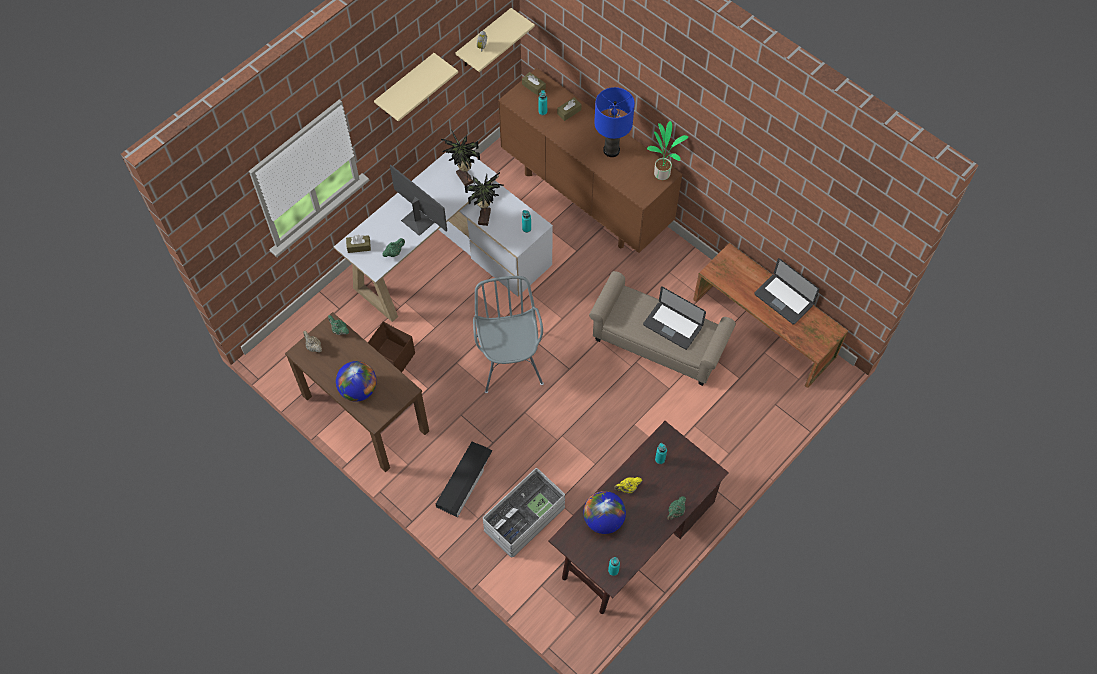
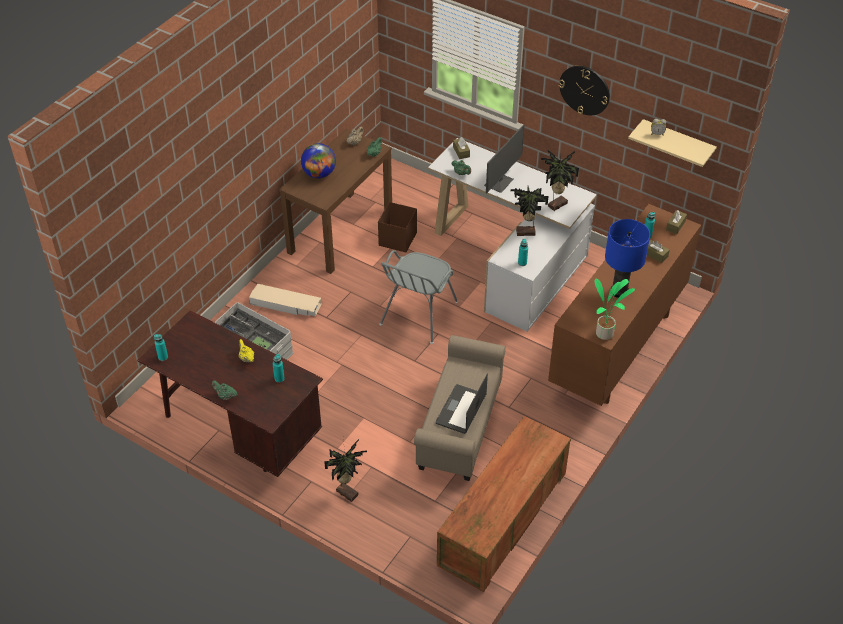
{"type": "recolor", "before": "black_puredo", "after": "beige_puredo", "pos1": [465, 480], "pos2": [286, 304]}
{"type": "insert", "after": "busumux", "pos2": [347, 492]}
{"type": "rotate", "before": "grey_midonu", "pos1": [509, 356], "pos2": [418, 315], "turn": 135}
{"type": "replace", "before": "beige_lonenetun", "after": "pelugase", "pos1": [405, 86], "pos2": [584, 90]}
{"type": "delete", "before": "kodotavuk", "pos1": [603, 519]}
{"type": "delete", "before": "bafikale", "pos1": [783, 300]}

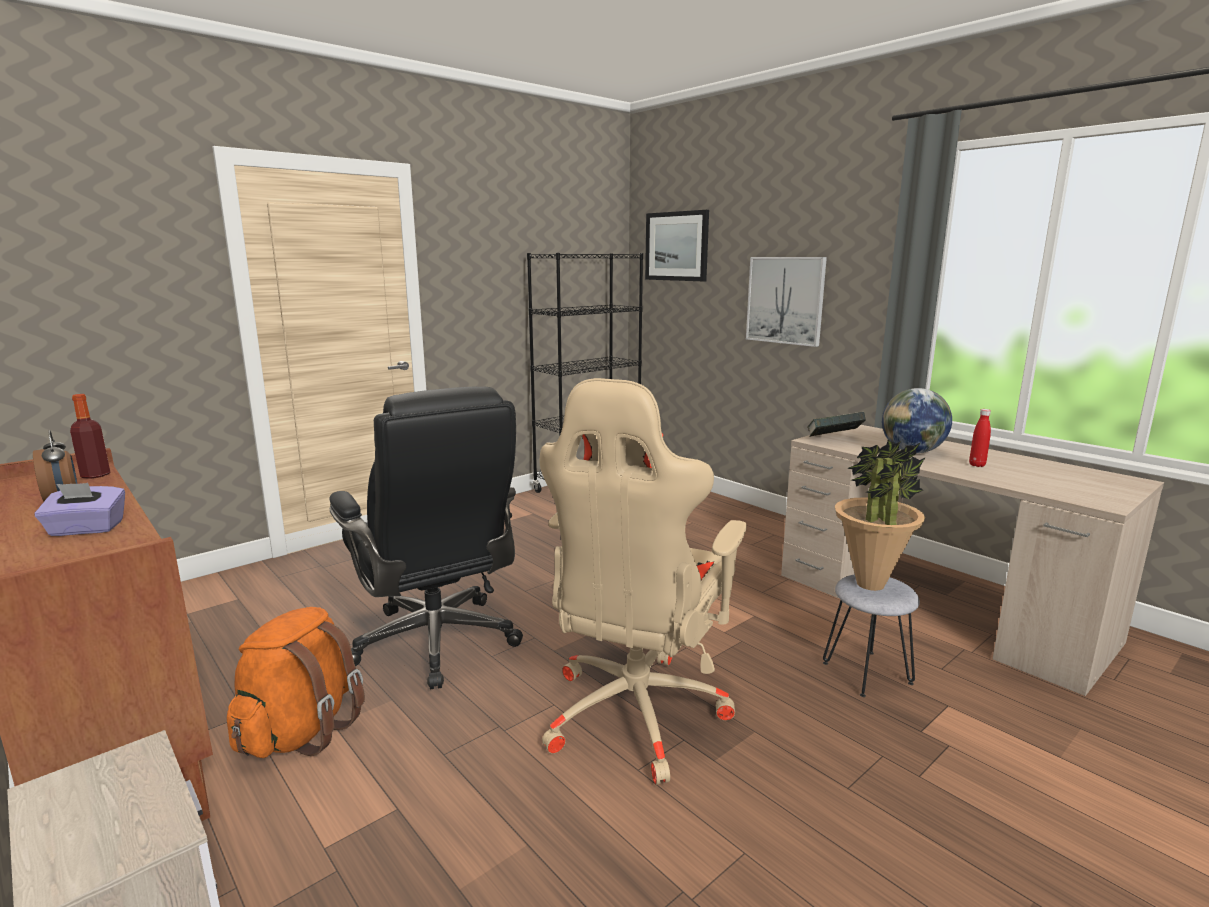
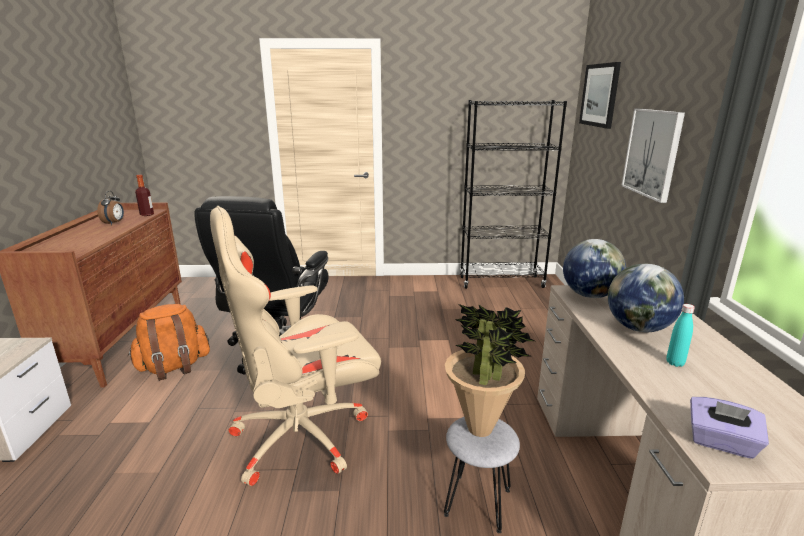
{"type": "replace", "before": "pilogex", "after": "kodotavuk", "pos1": [834, 440], "pos2": [589, 295]}
{"type": "recolor", "before": "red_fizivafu", "after": "turquoise_fizivafu", "pos1": [977, 465], "pos2": [675, 363]}
{"type": "move", "before": "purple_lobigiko", "pos1": [86, 529], "pos2": [721, 443]}

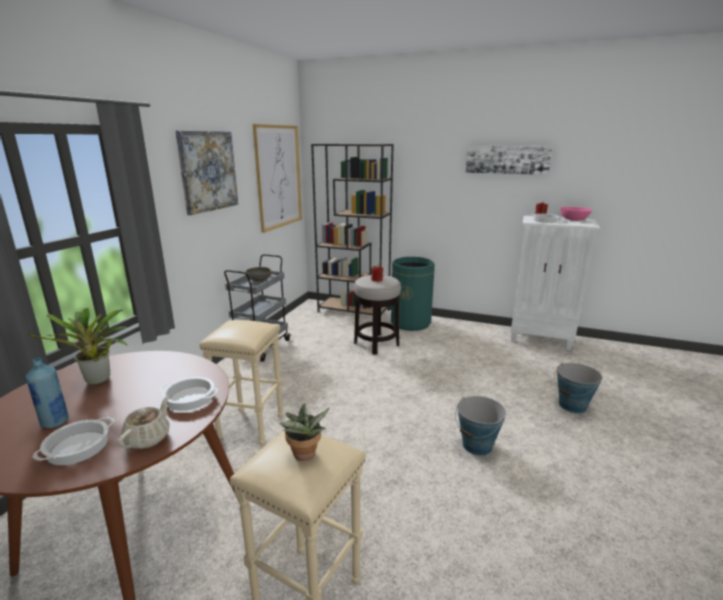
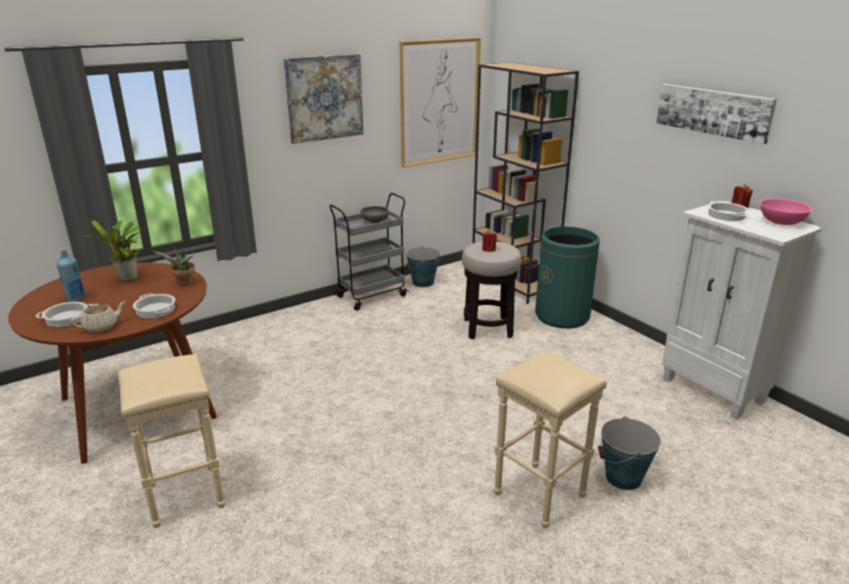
{"type": "move", "before": "busumux", "pos1": [304, 456], "pos2": [184, 284]}
{"type": "move", "before": "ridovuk", "pos1": [477, 446], "pos2": [423, 283]}
{"type": "move", "before": "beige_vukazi", "pos1": [252, 426], "pos2": [542, 494]}

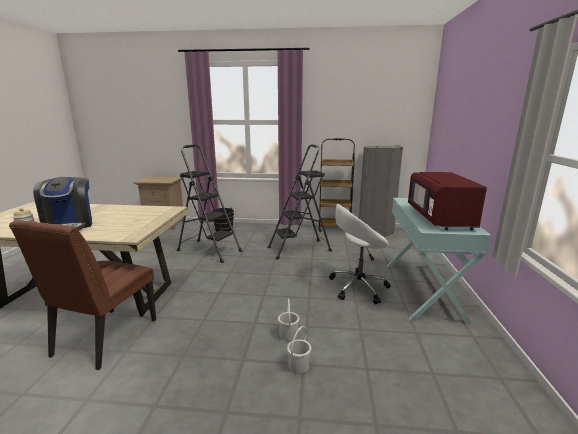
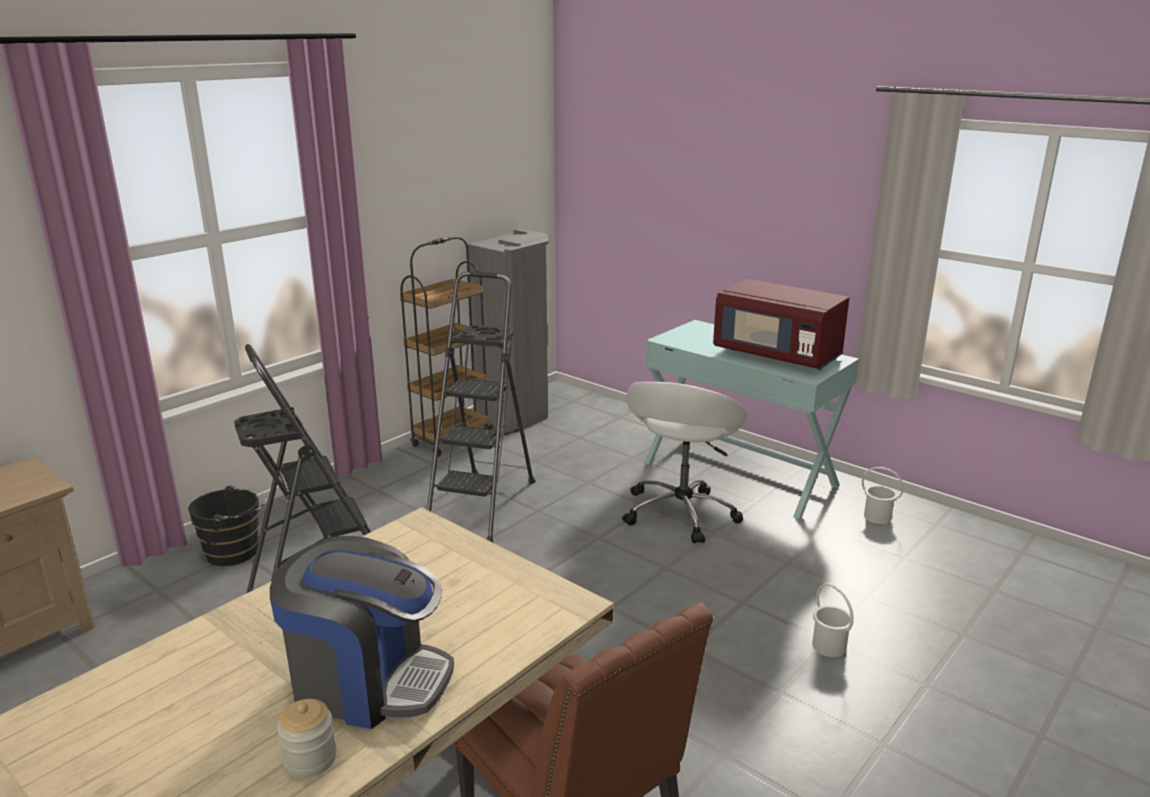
{"type": "move", "before": "white_ridovuk", "pos1": [289, 334], "pos2": [877, 517]}

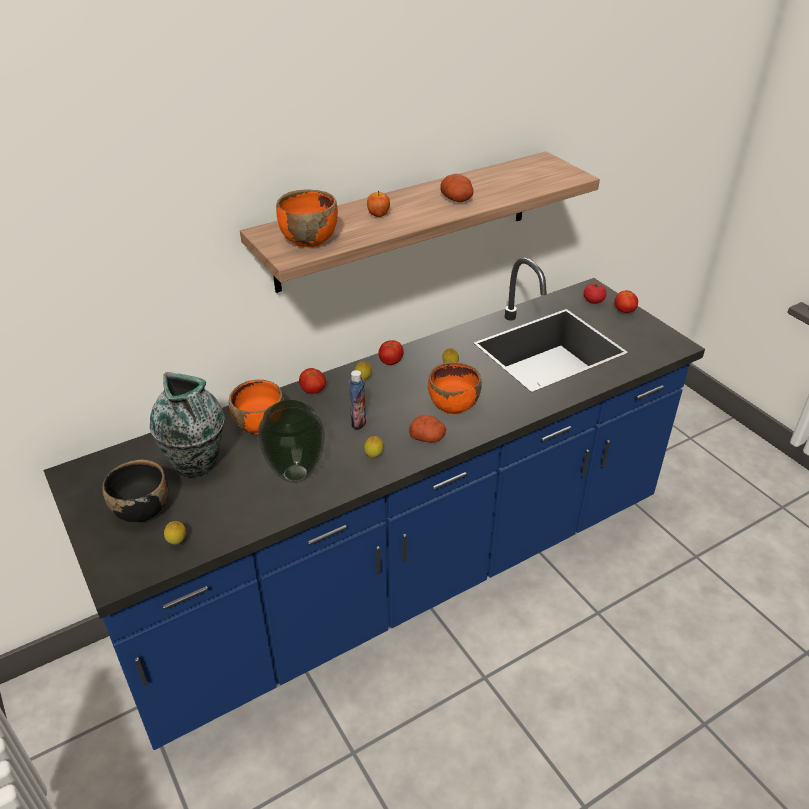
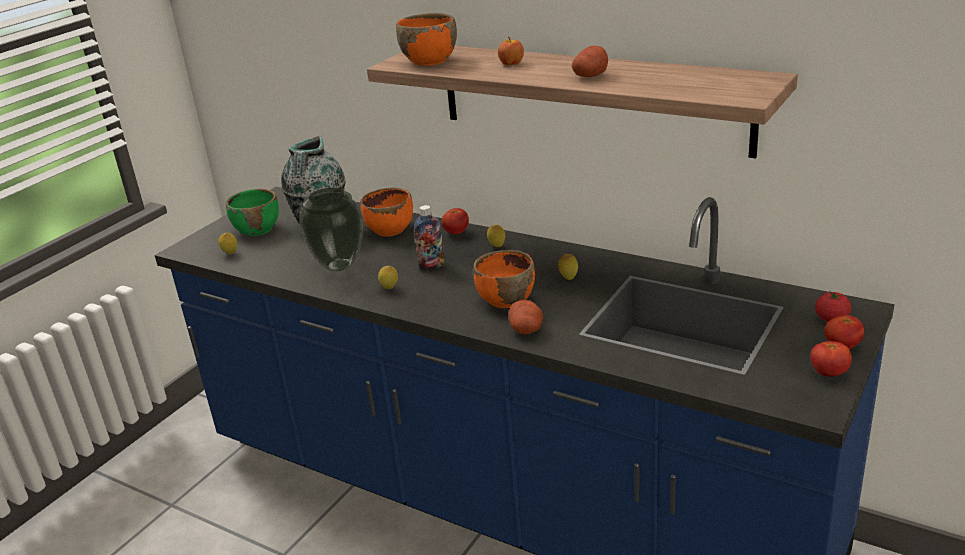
{"type": "recolor", "before": "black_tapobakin", "after": "green_tapobakin", "pos1": [142, 509], "pos2": [257, 229]}
{"type": "move", "before": "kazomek", "pos1": [428, 437], "pos2": [526, 329]}
{"type": "move", "before": "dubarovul", "pos1": [391, 362], "pos2": [829, 373]}

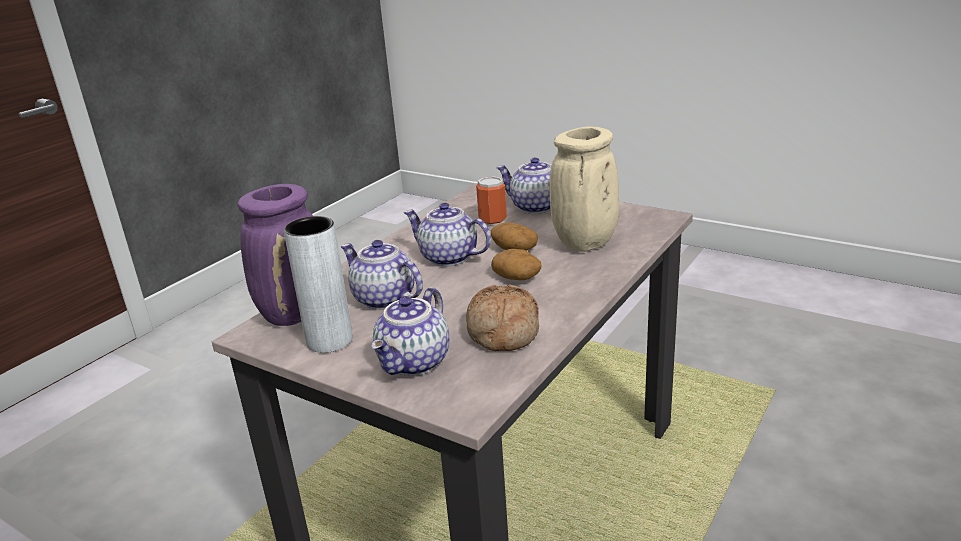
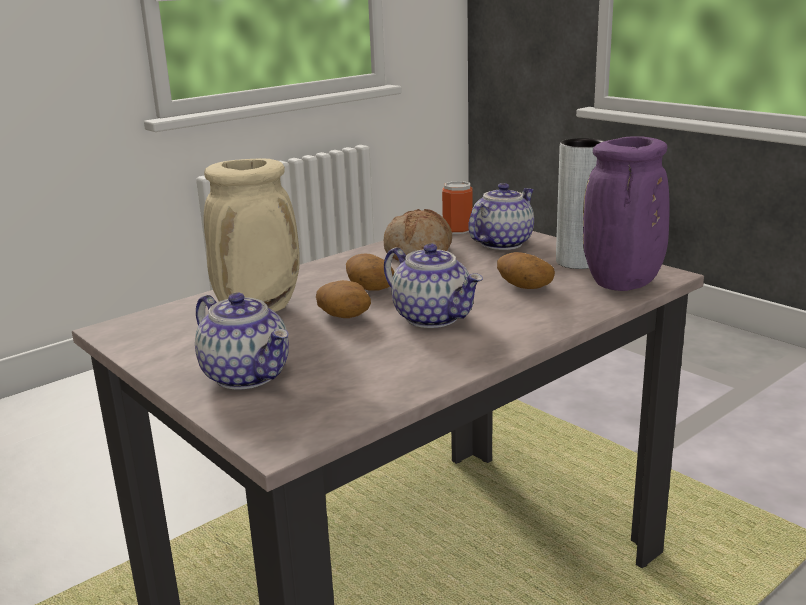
{"type": "move", "before": "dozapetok", "pos1": [492, 220], "pos2": [457, 230]}
{"type": "replace", "before": "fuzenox", "after": "kazomek", "pos1": [383, 299], "pos2": [524, 286]}

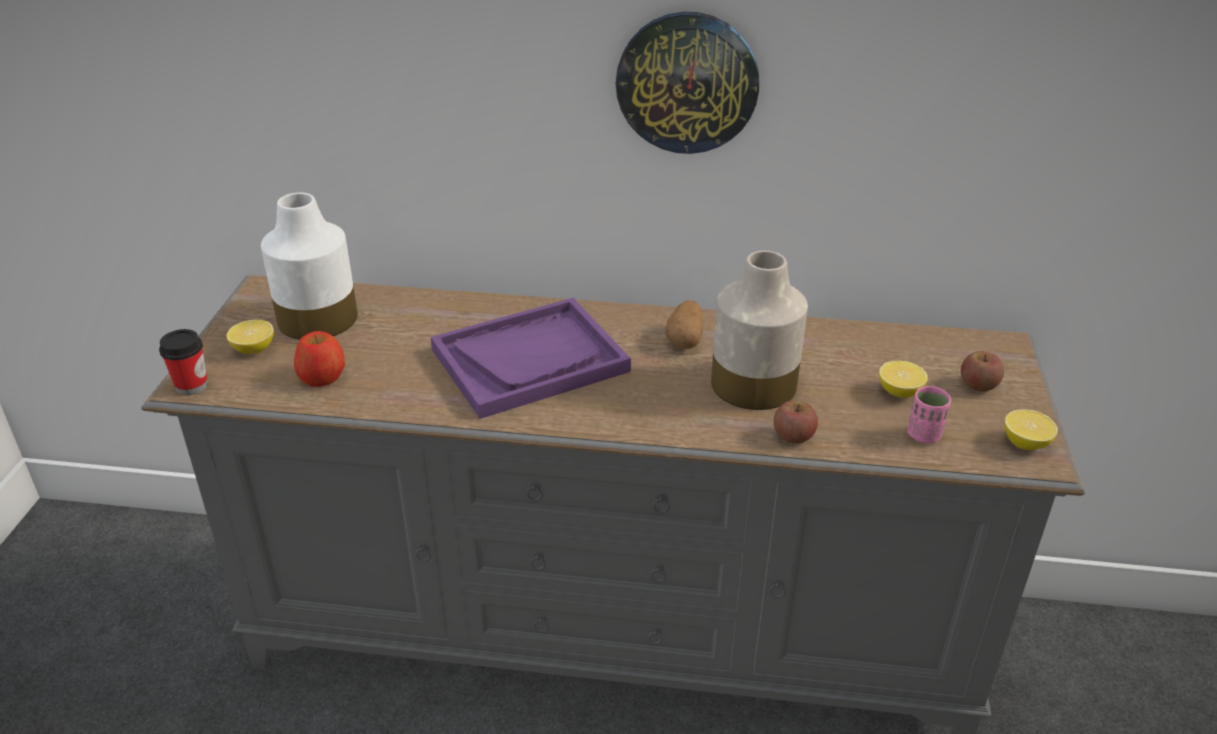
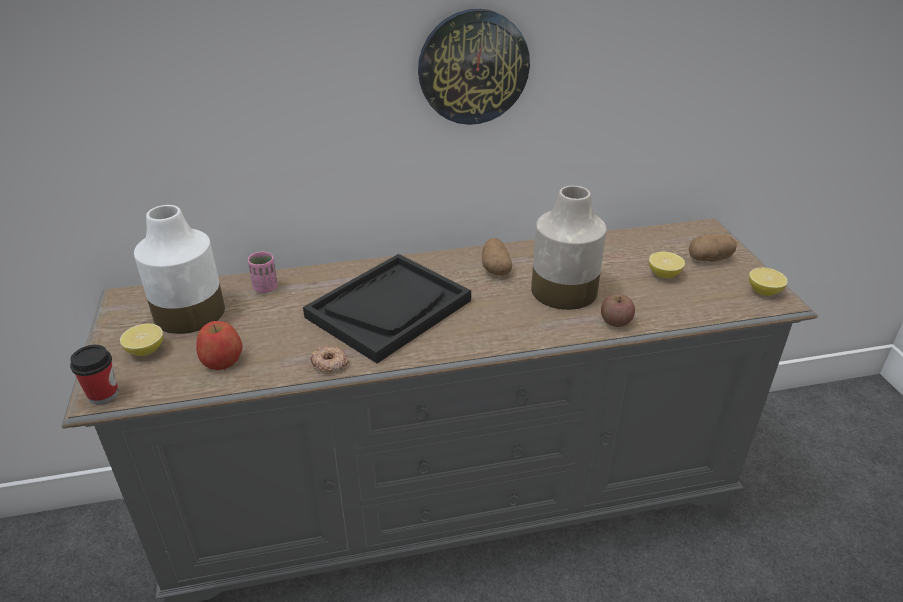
{"type": "move", "before": "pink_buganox", "pos1": [924, 435], "pos2": [265, 287]}
{"type": "recolor", "before": "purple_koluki", "after": "black_koluki", "pos1": [530, 360], "pos2": [389, 308]}
{"type": "insert", "after": "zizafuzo", "pos2": [329, 364]}
{"type": "replace", "before": "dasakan", "after": "kazomek", "pos1": [978, 385], "pos2": [709, 259]}

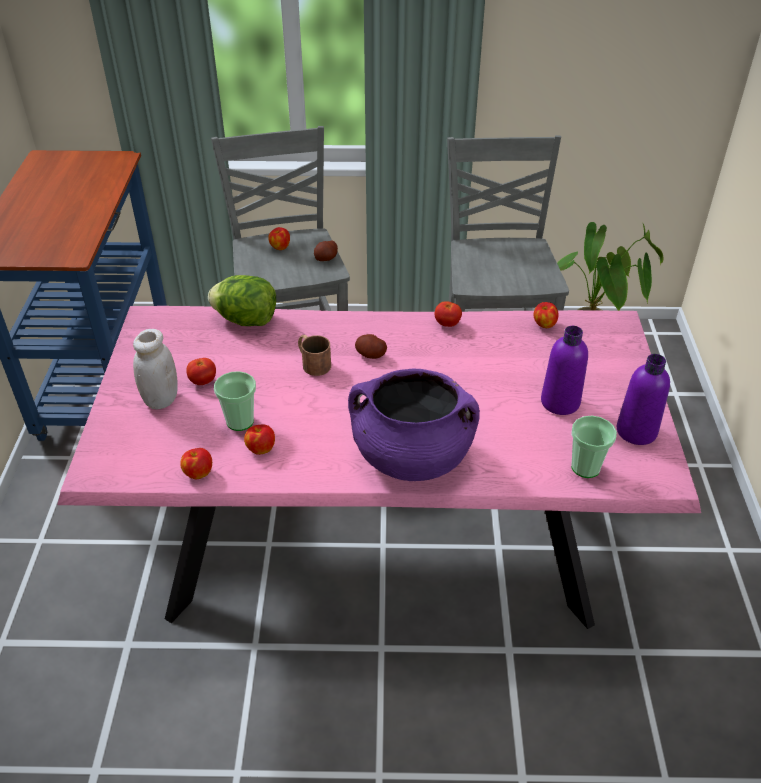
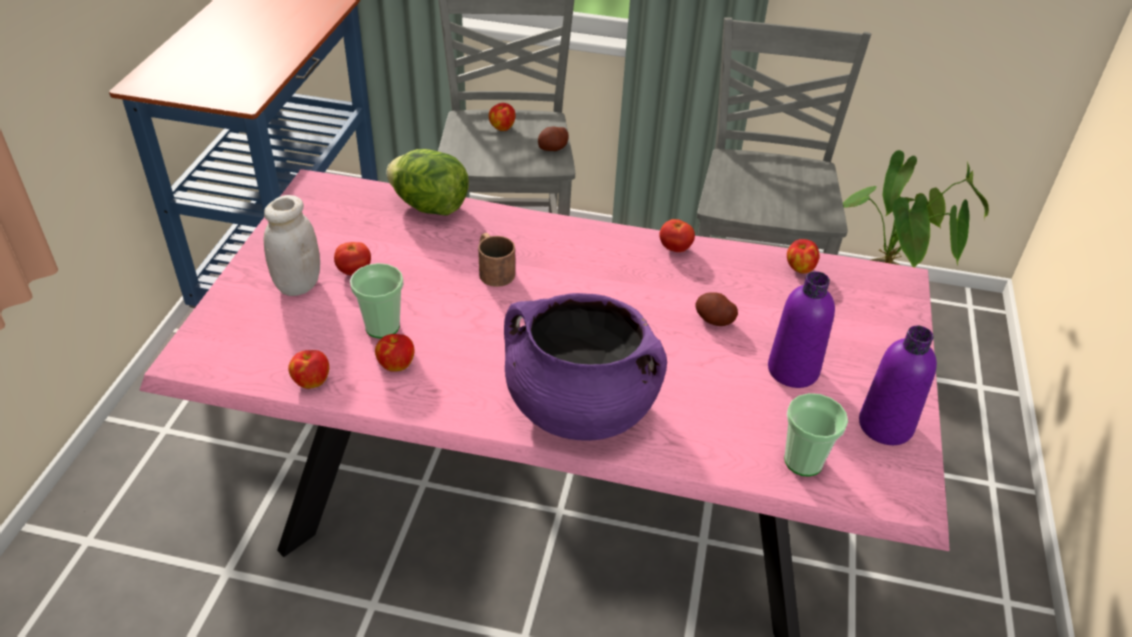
{"type": "move", "before": "kazomek", "pos1": [370, 354], "pos2": [714, 319]}

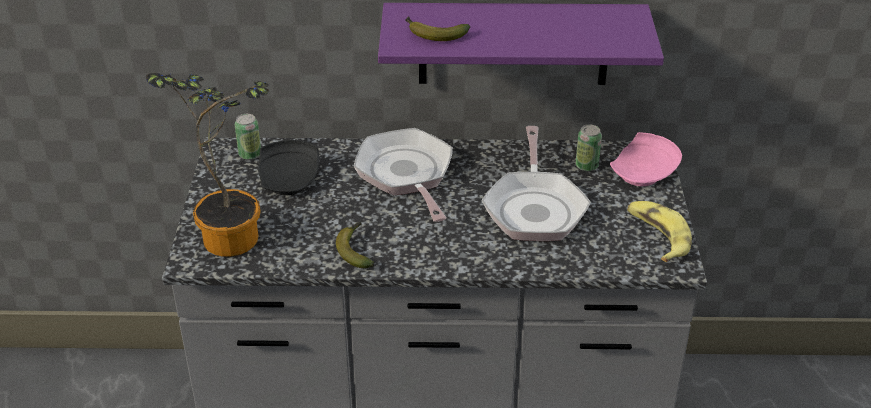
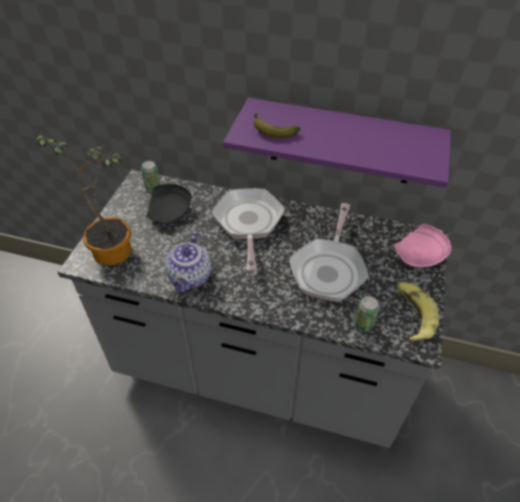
{"type": "replace", "before": "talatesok", "after": "fuzenox", "pos1": [355, 250], "pos2": [190, 278]}
{"type": "move", "before": "dozapetok", "pos1": [586, 166], "pos2": [363, 324]}

